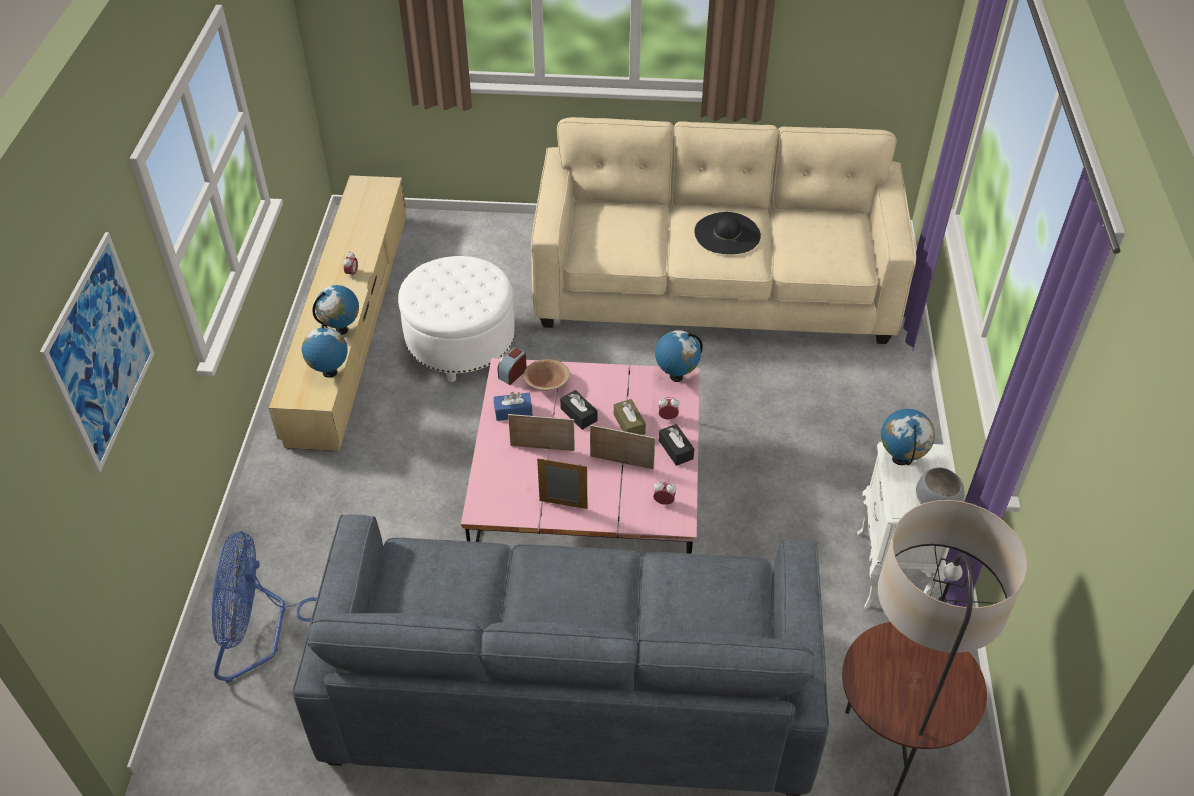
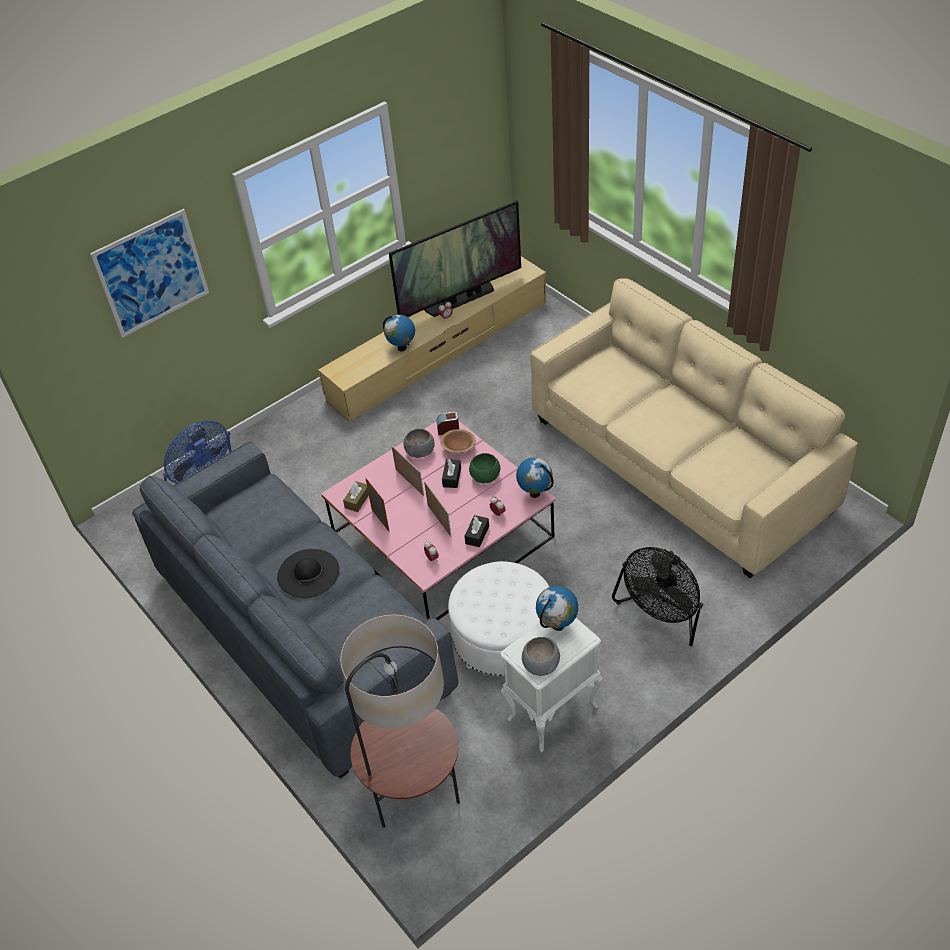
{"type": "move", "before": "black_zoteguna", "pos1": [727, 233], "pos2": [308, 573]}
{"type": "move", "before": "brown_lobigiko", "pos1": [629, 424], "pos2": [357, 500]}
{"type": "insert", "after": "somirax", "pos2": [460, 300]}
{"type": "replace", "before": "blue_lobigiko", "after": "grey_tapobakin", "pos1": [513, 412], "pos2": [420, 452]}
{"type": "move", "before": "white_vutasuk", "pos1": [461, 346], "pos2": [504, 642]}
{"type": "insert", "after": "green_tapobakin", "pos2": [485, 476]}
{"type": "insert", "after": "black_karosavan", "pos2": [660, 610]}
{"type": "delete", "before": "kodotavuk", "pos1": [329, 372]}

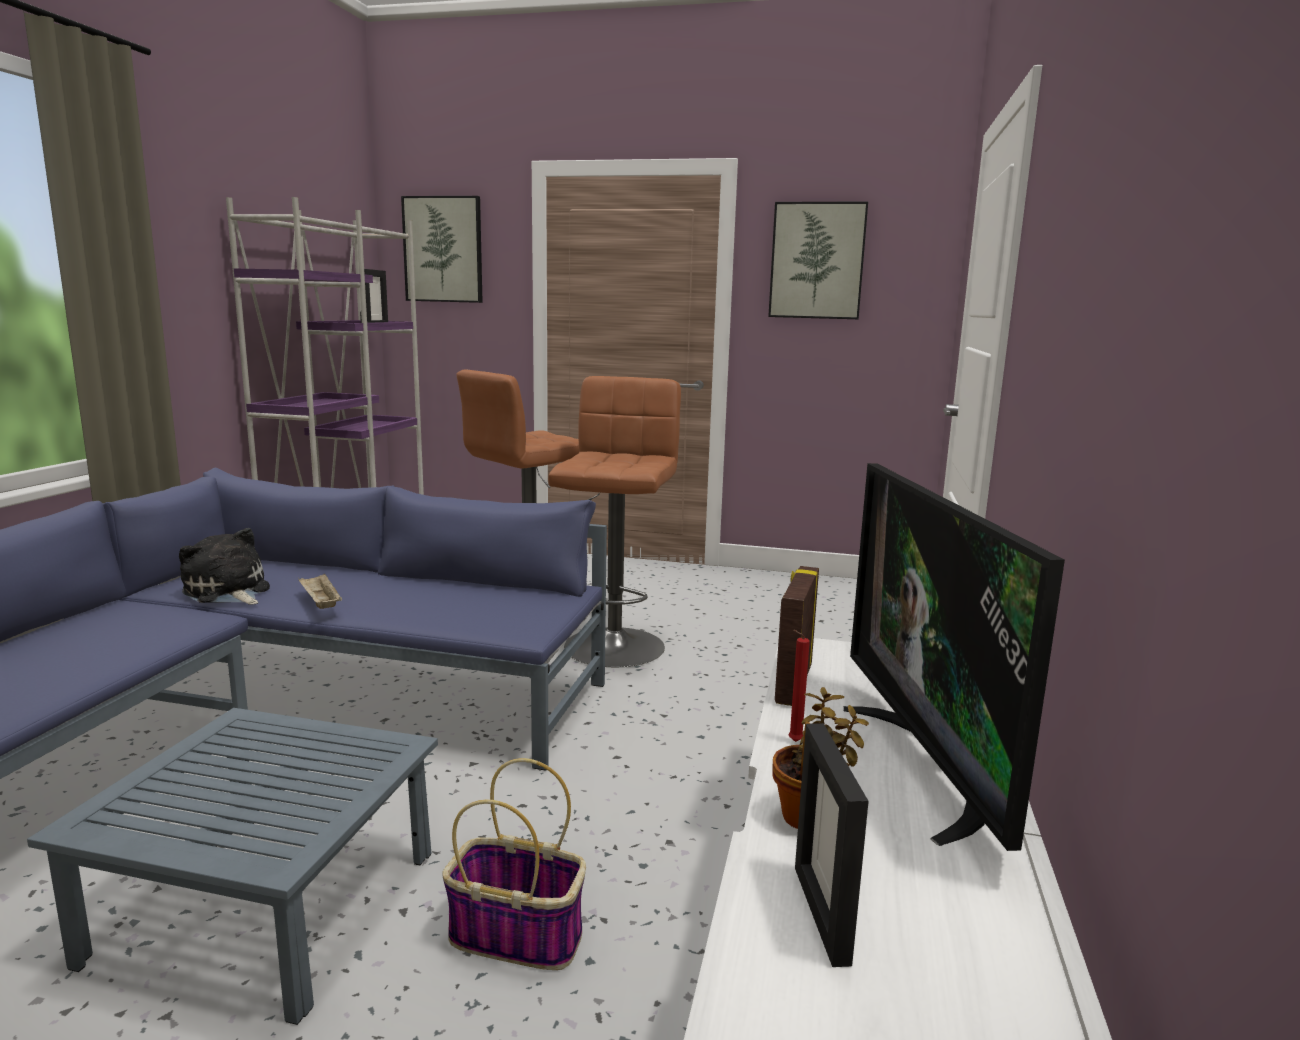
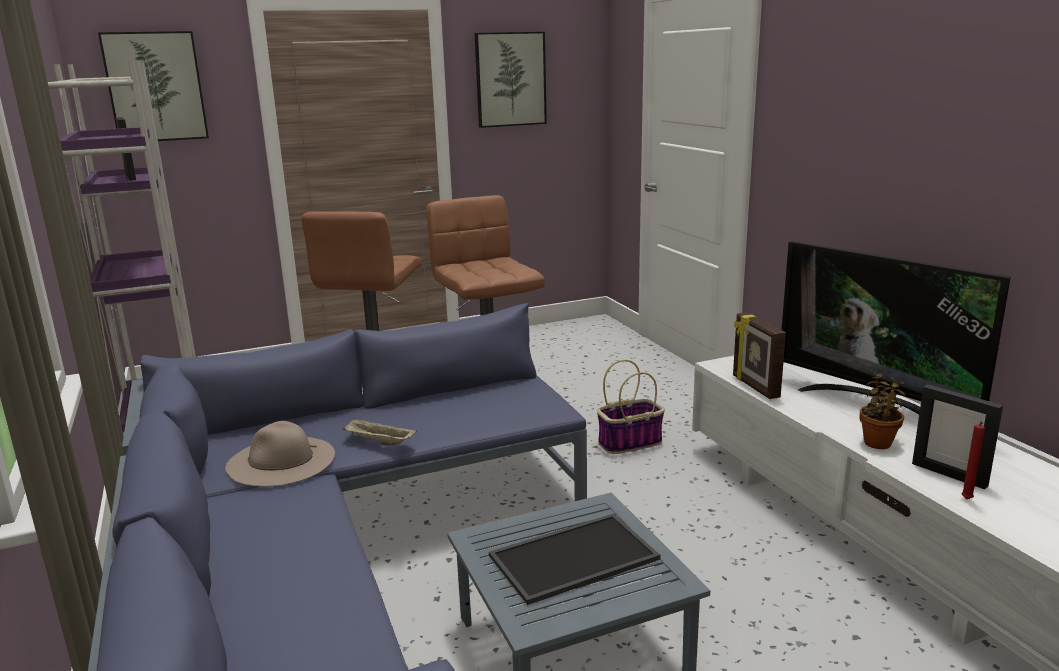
{"type": "replace", "before": "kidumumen", "after": "beige_zoteguna", "pos1": [228, 592], "pos2": [281, 461]}
{"type": "insert", "after": "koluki", "pos2": [573, 559]}
{"type": "move", "before": "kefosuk", "pos1": [519, 935], "pos2": [630, 442]}
{"type": "move", "before": "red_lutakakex", "pos1": [793, 742], "pos2": [966, 500]}

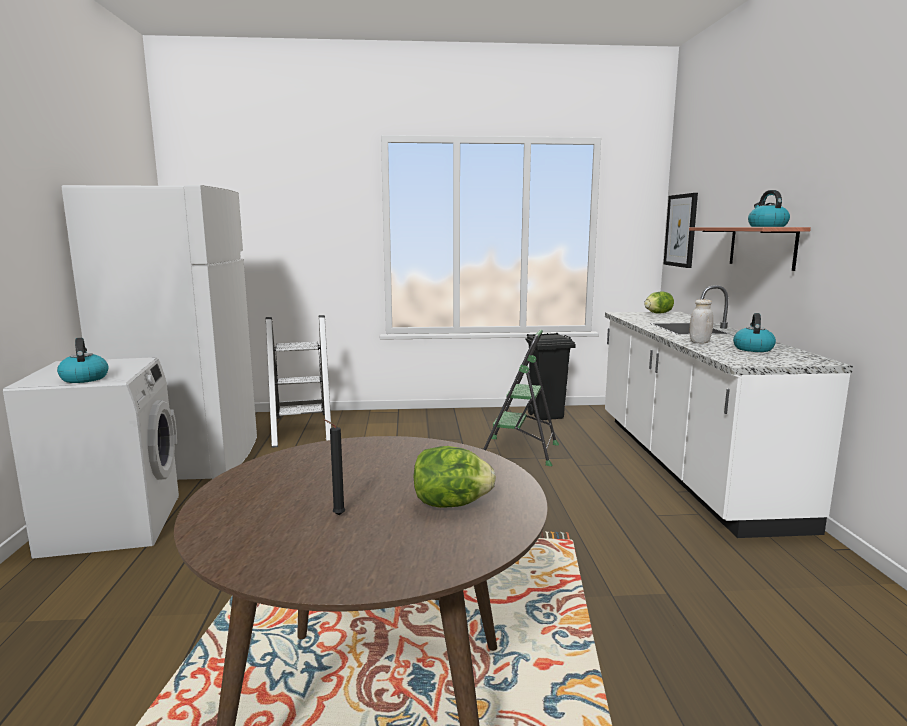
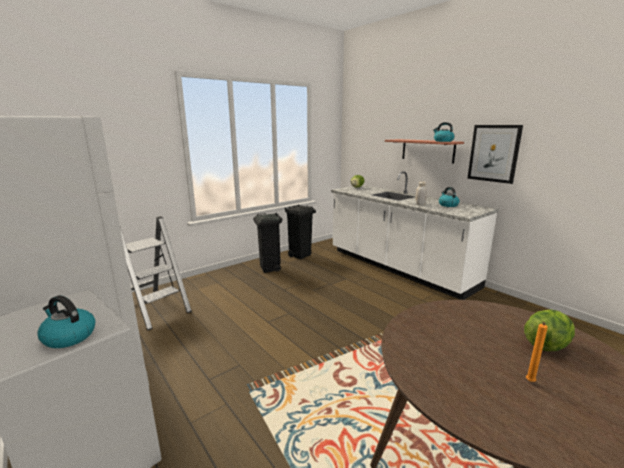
{"type": "insert", "after": "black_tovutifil", "pos2": [270, 268]}
{"type": "move", "before": "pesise", "pos1": [681, 230], "pos2": [494, 153]}
{"type": "recolor", "before": "black_lutakakex", "after": "orange_lutakakex", "pos1": [336, 515], "pos2": [529, 382]}
{"type": "delete", "before": "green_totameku", "pos1": [522, 451]}

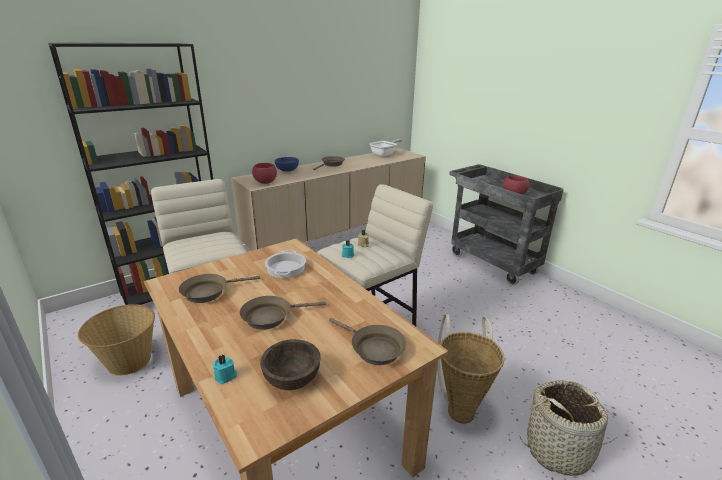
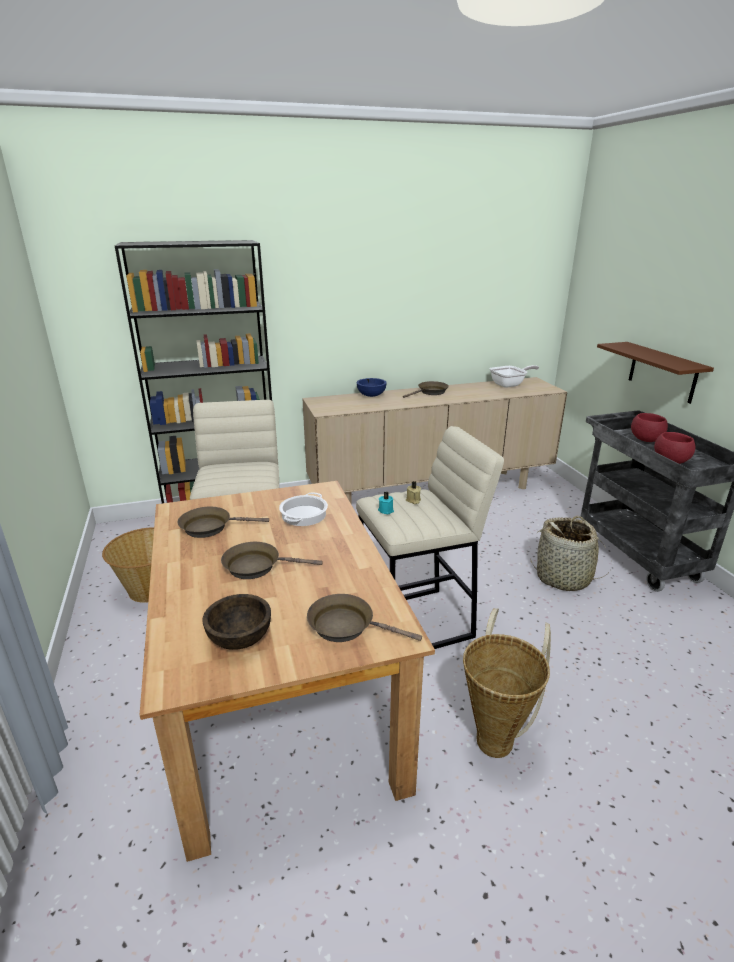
{"type": "rotate", "before": "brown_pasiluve", "pos1": [373, 348], "pos2": [346, 626], "turn": 135}
{"type": "move", "before": "kefosuk", "pos1": [558, 450], "pos2": [564, 578]}
{"type": "insert", "after": "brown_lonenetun", "pos2": [662, 372]}
{"type": "move", "before": "red_tapobakin", "pos1": [265, 182], "pos2": [646, 440]}
{"type": "delete", "before": "turquoise_lutakakex", "pos1": [226, 376]}

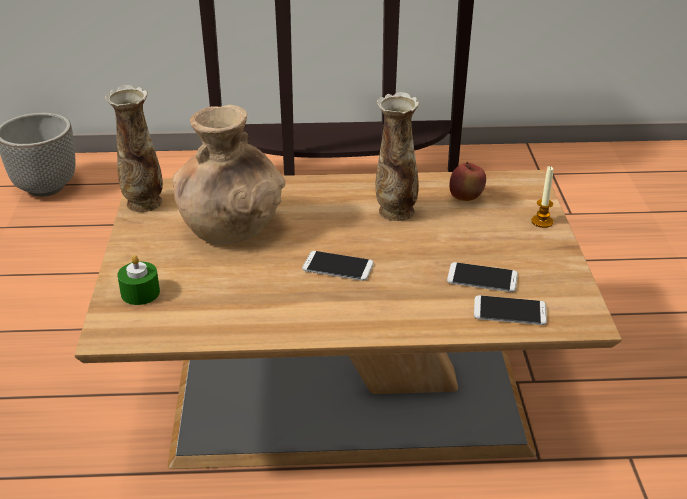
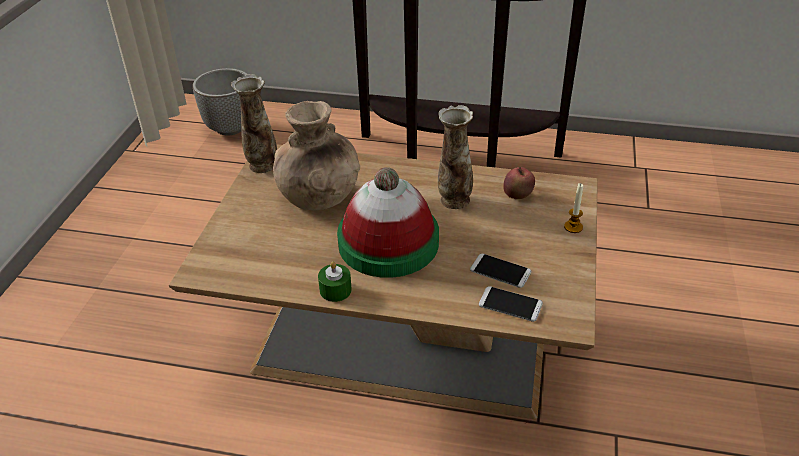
{"type": "move", "before": "green_lutakakex", "pos1": [140, 293], "pos2": [335, 290]}
{"type": "replace", "before": "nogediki", "after": "zoteguna", "pos1": [338, 267], "pos2": [388, 243]}

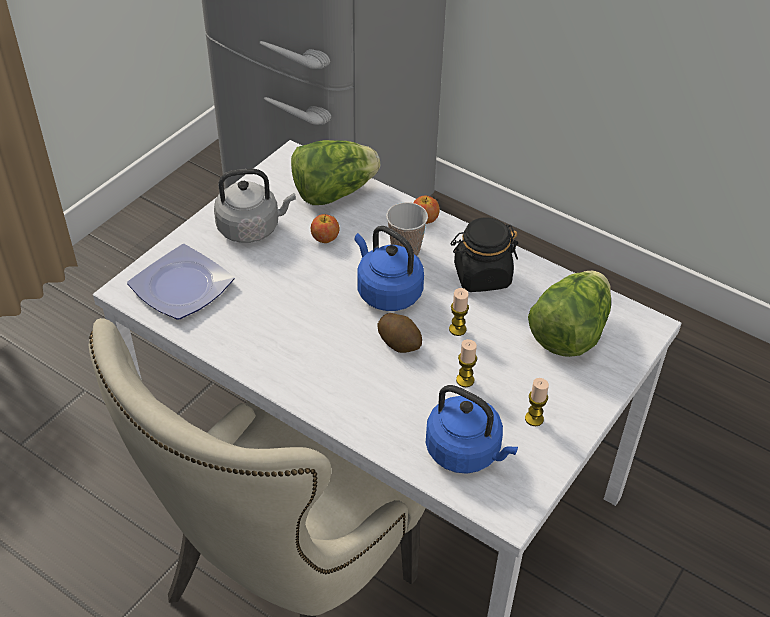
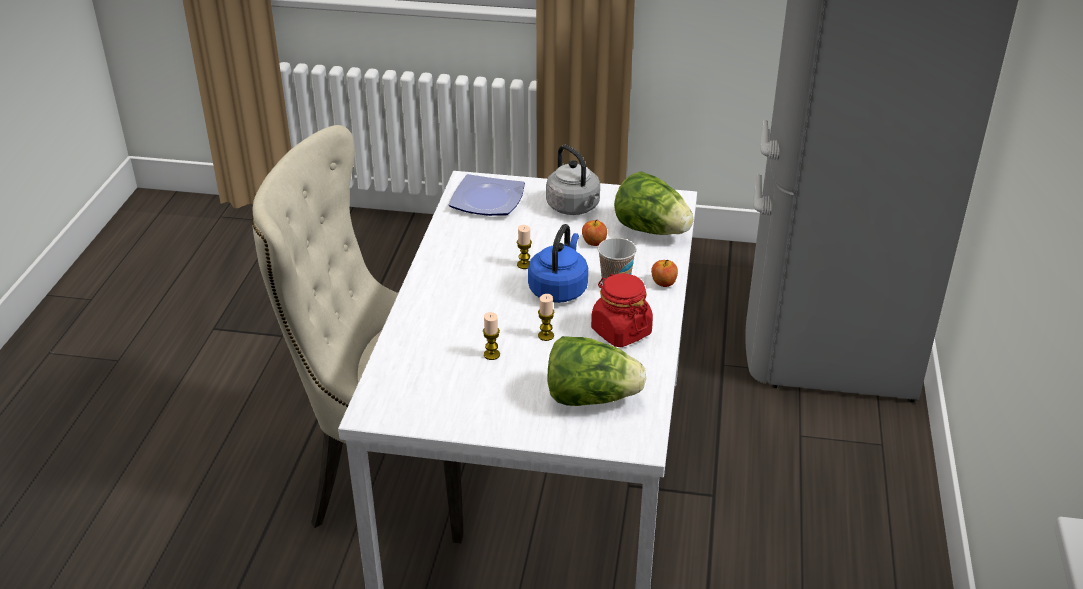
{"type": "move", "before": "lutakakex", "pos1": [534, 419], "pos2": [524, 265]}
{"type": "recolor", "before": "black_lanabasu", "after": "red_lanabasu", "pos1": [481, 276], "pos2": [620, 331]}
{"type": "delete", "before": "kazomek", "pos1": [399, 343]}
{"type": "delete", "before": "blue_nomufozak", "pos1": [466, 452]}

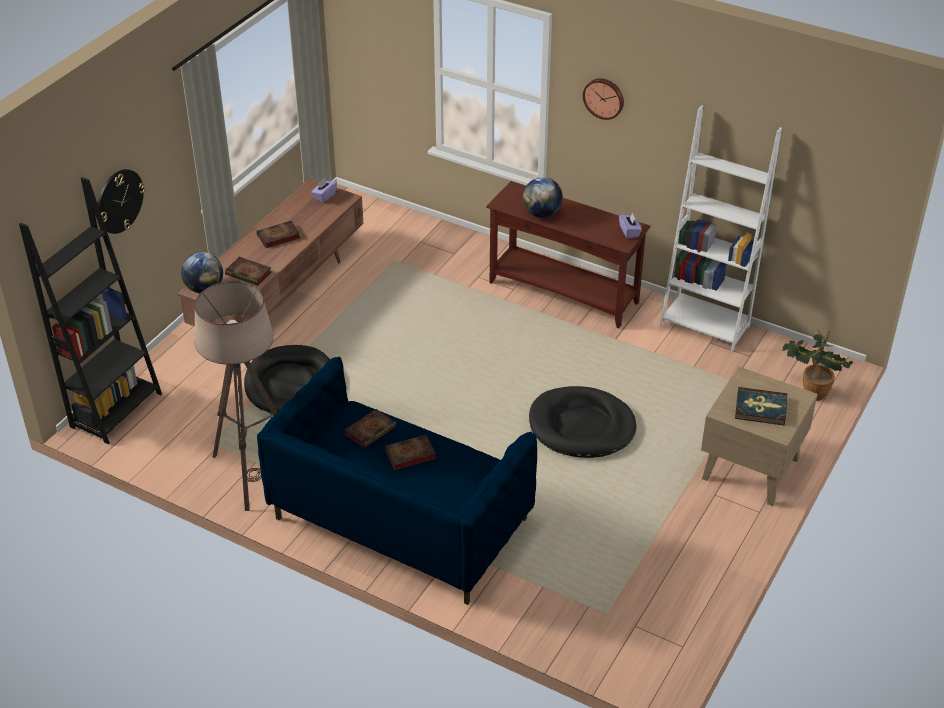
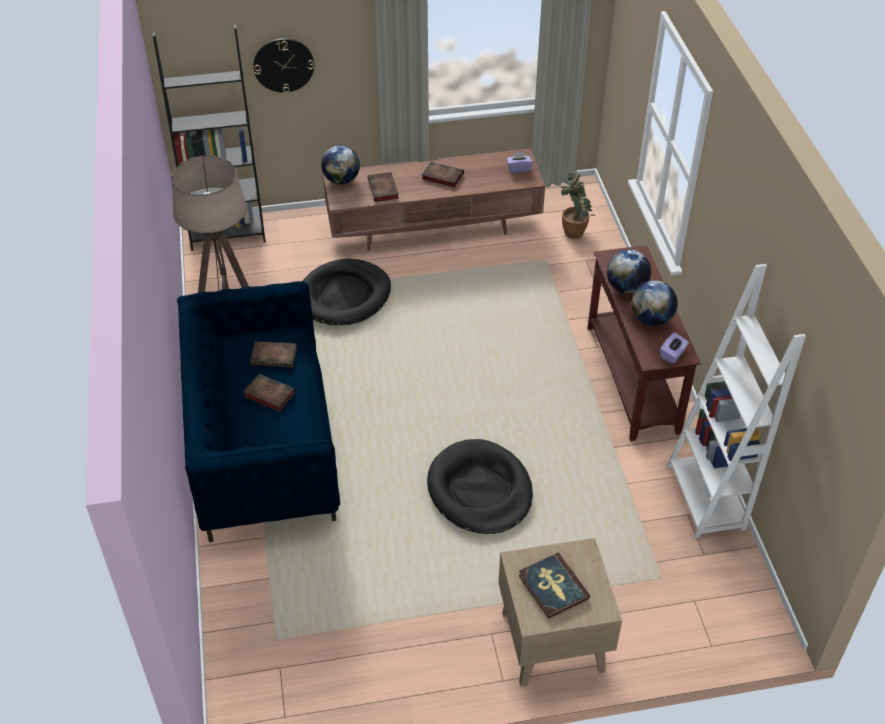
{"type": "move", "before": "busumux", "pos1": [811, 390], "pos2": [574, 230]}
{"type": "insert", "after": "kodotavuk", "pos2": [651, 319]}
{"type": "delete", "before": "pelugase", "pos1": [604, 97]}

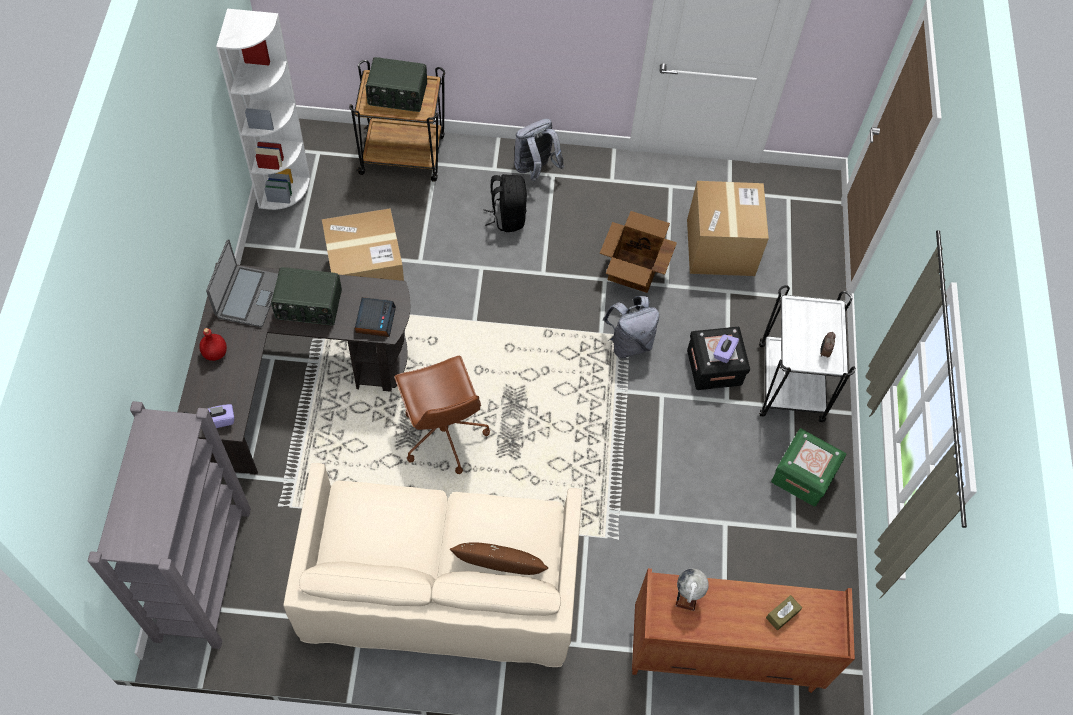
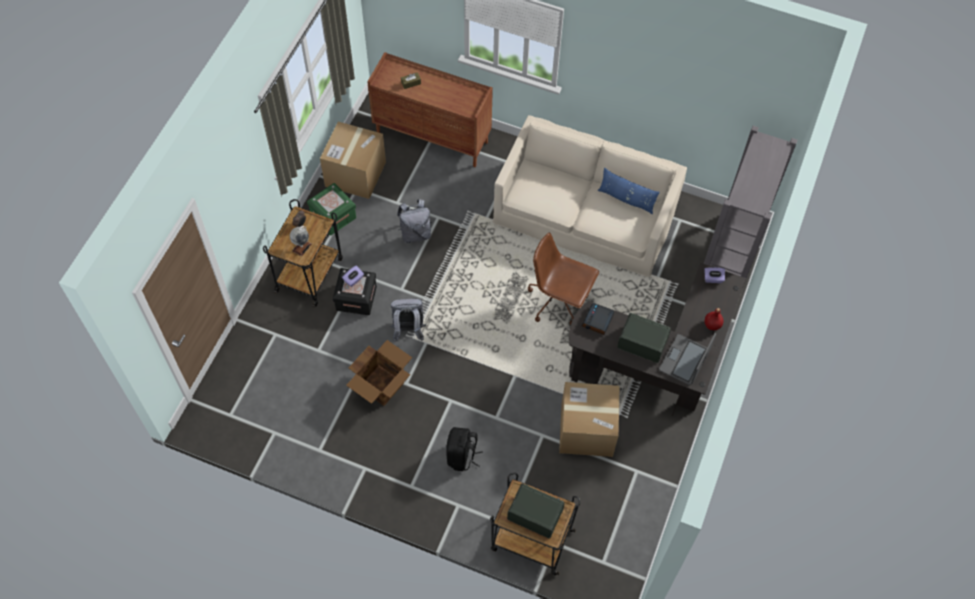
{"type": "recolor", "before": "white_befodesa", "after": "brown_befodesa", "pos1": [790, 384], "pos2": [309, 273]}
{"type": "move", "before": "kodotavuk", "pos1": [687, 595], "pos2": [301, 247]}
{"type": "move", "before": "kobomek", "pos1": [720, 247], "pos2": [355, 174]}
{"type": "move", "before": "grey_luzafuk", "pos1": [535, 169], "pos2": [415, 233]}
{"type": "rotate", "before": "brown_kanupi", "pos1": [442, 432], "pos2": [559, 302], "turn": -60}
{"type": "insert", "after": "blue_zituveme", "pos2": [626, 199]}
{"type": "delete", "before": "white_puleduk", "pos1": [284, 195]}
{"type": "delete", "before": "brown_zituveme", "pos1": [499, 565]}

